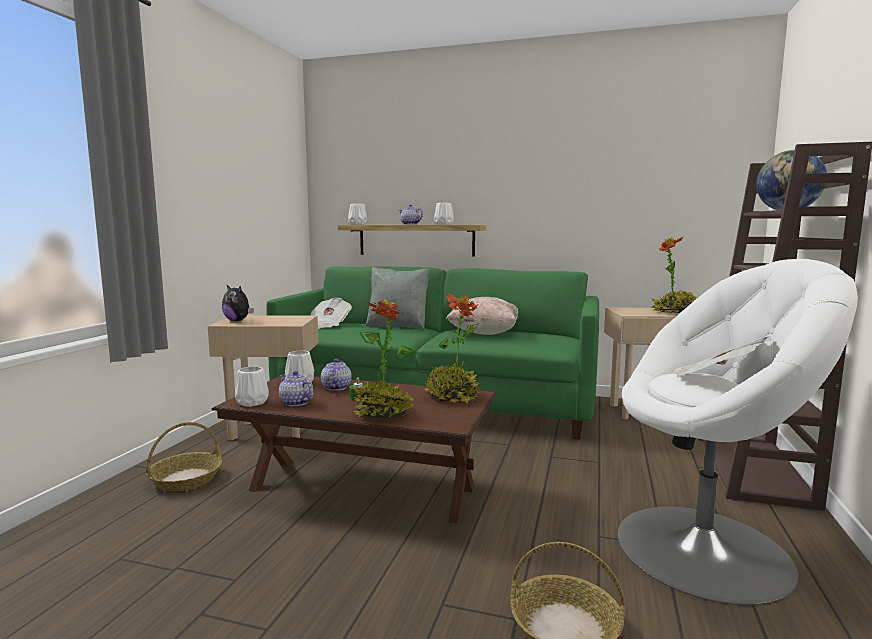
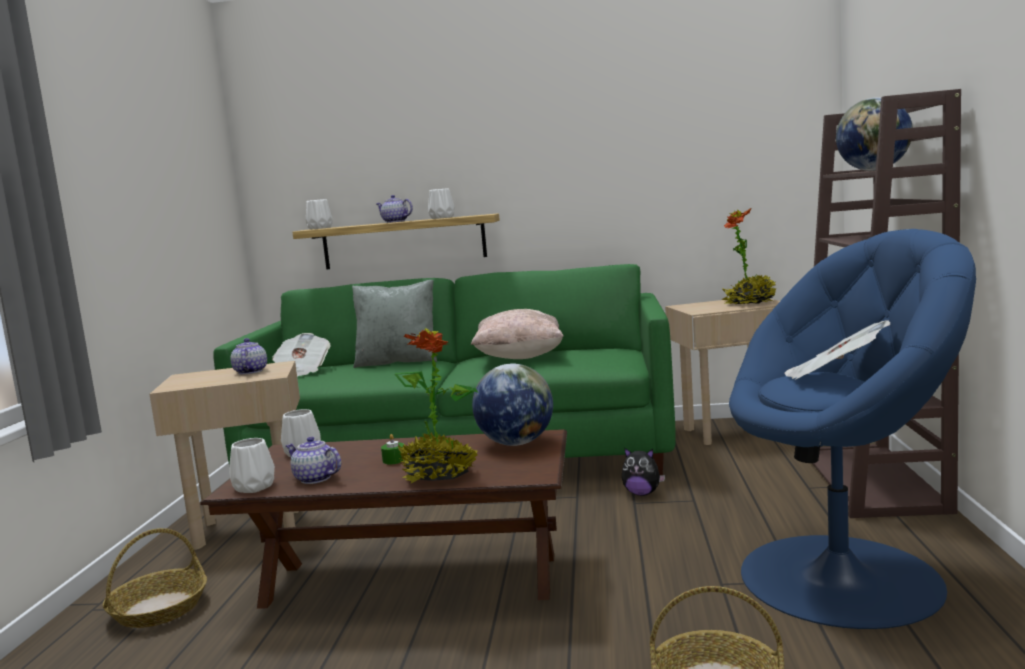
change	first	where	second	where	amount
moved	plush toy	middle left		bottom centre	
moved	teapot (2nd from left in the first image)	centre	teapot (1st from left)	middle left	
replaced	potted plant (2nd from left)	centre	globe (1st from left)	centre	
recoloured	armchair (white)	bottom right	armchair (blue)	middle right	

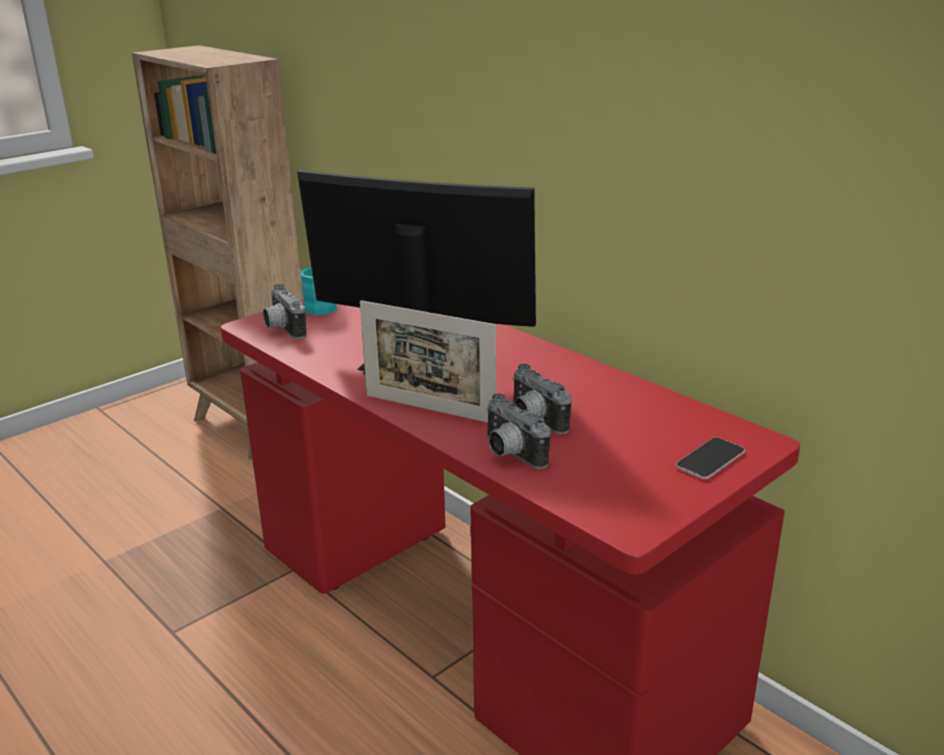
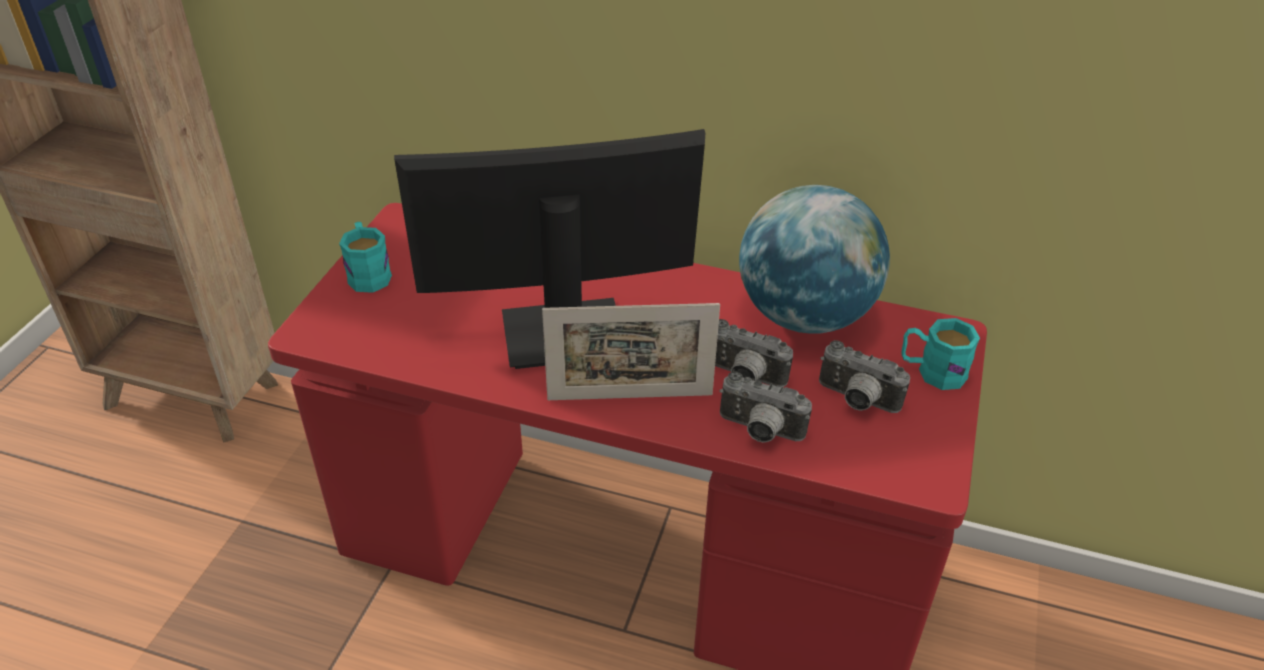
change	first	where	second	where	amount
moved	photo camera (1st from left in the first image)	middle left	photo camera (3rd from left)	middle right	
replaced	phone	middle right	mug (turquoise) (2nd from left)	middle right	
added			globe	centre	

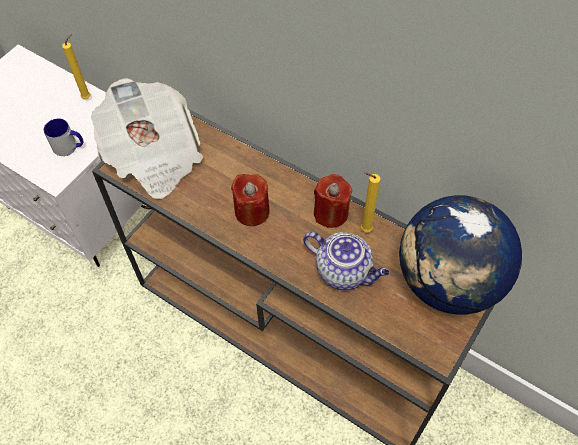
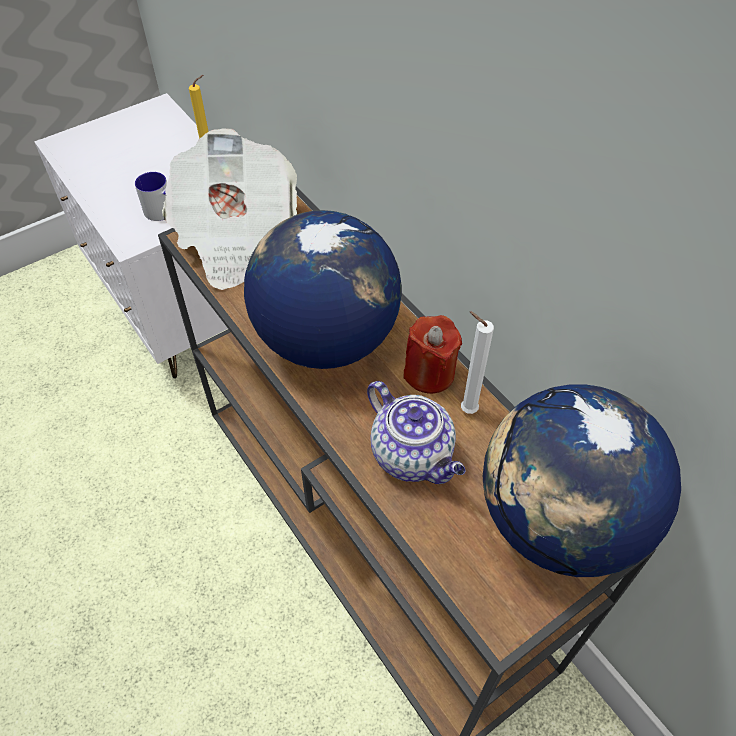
change	first	where	second	where	amount
replaced	candle (red) (1st from left)	centre	globe (1st from left)	centre	
recoloured	candle (yellow) (2nd from left)	centre	candle (white)	centre	

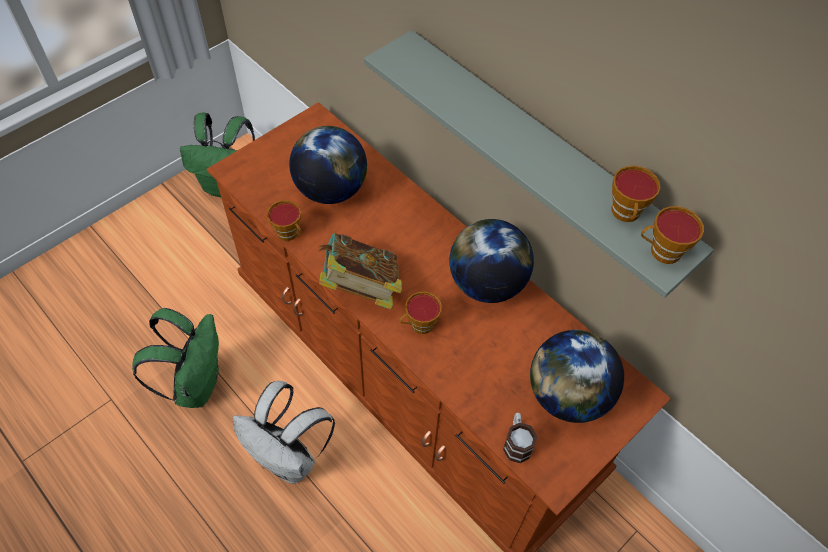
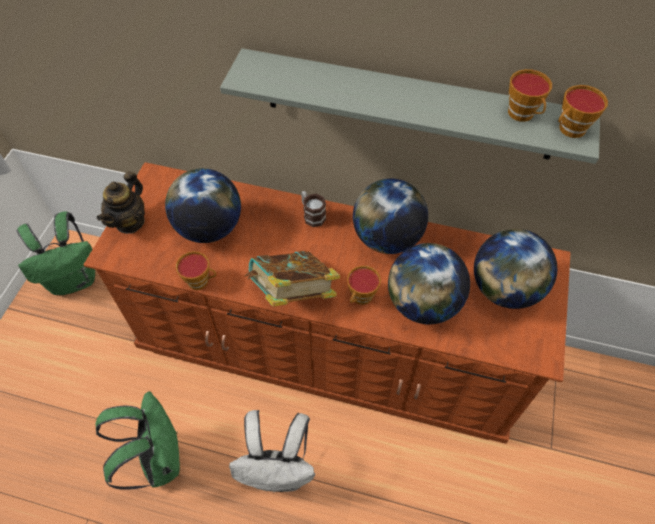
change	first	where	second	where	amount
moved	mug	bottom centre		centre	
added			teapot	middle left	
added			globe (3rd from left)	centre	

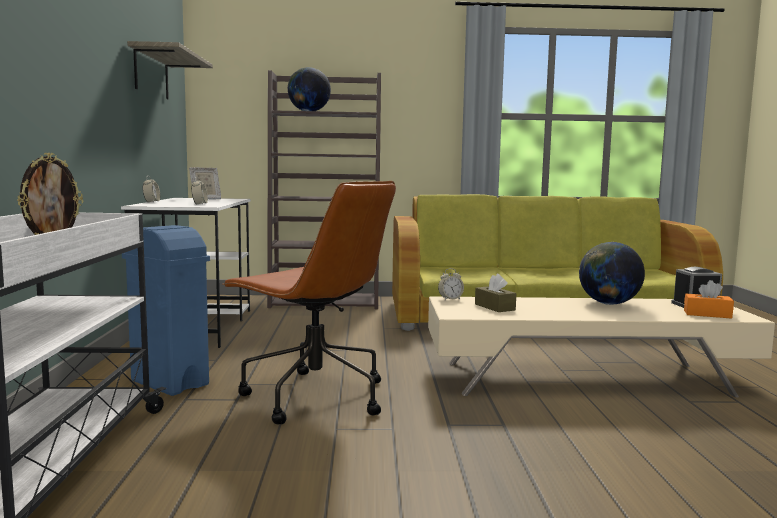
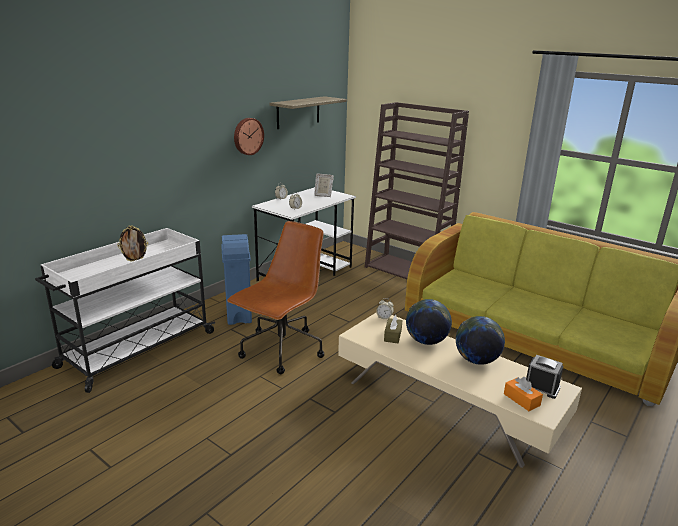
change	first	where	second	where	amount
turned	office chair (brown)	centre		centre	135 degrees counterclockwise
moved	globe (1st from left)	top centre		centre	
added			wall clock	top centre	

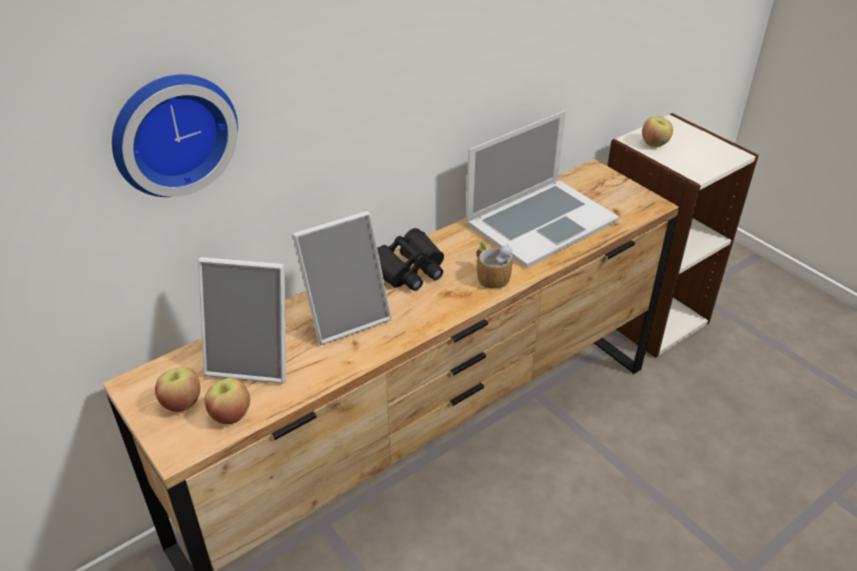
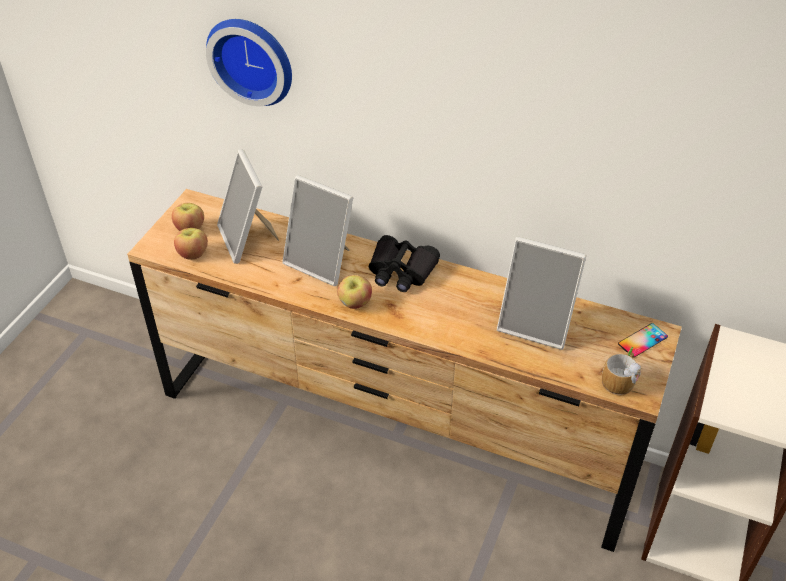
change	first	where	second	where	amount
replaced	laptop	top centre	picture frame (3rd from left)	middle right	
moved	mug	centre		middle right	
moved	apple (3rd from left)	top right		centre	
added			phone	middle right	

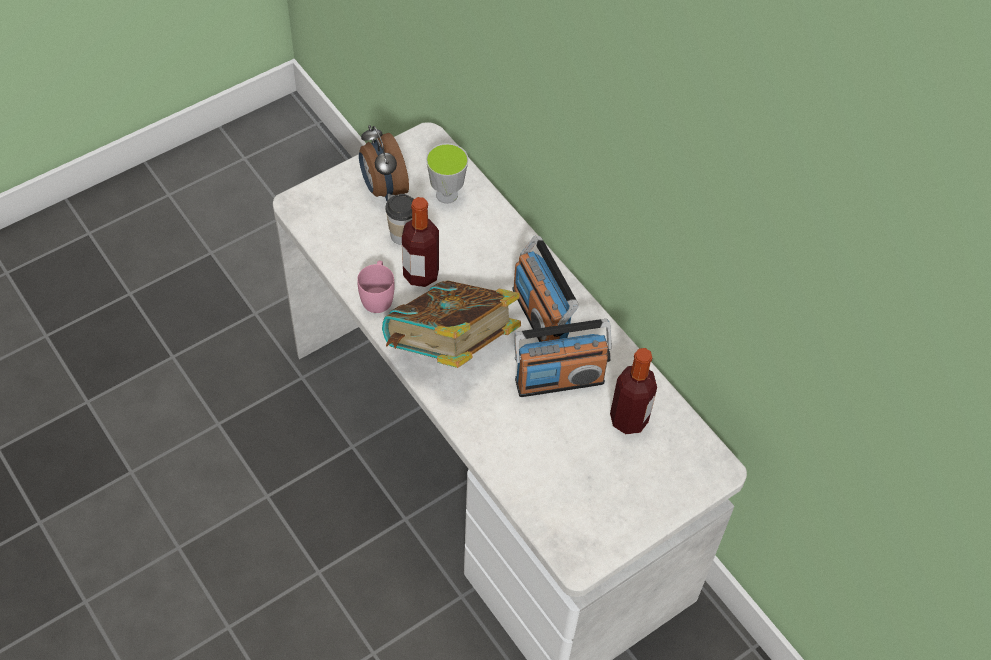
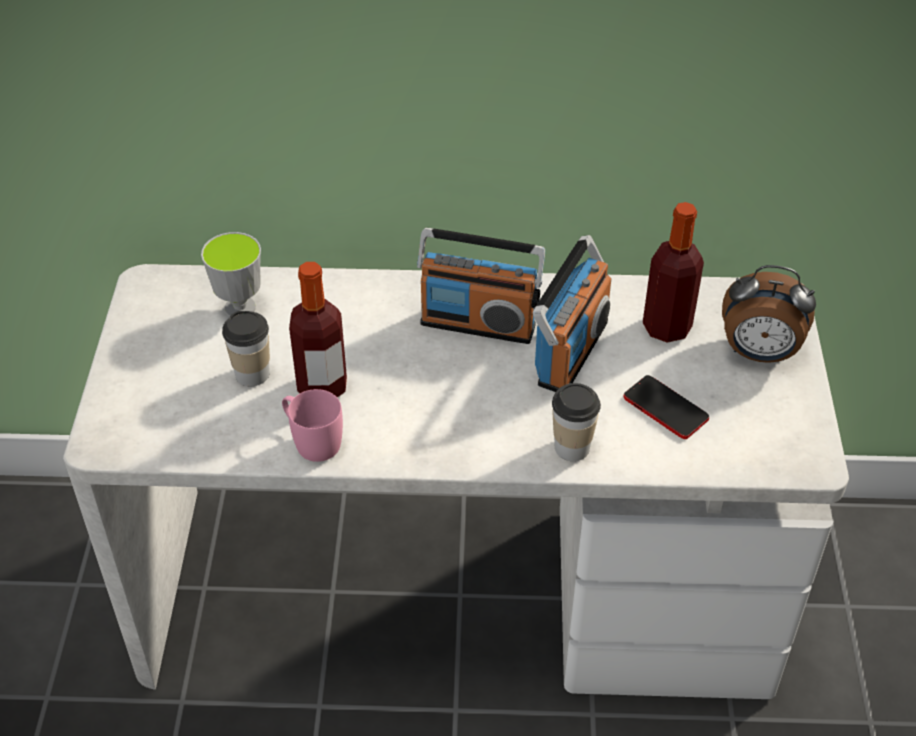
change	first	where	second	where	amount
moved	alarm clock	top centre		middle right	
removed	book	centre			
added			cup (3rd from left)	centre	
added			phone	middle right	

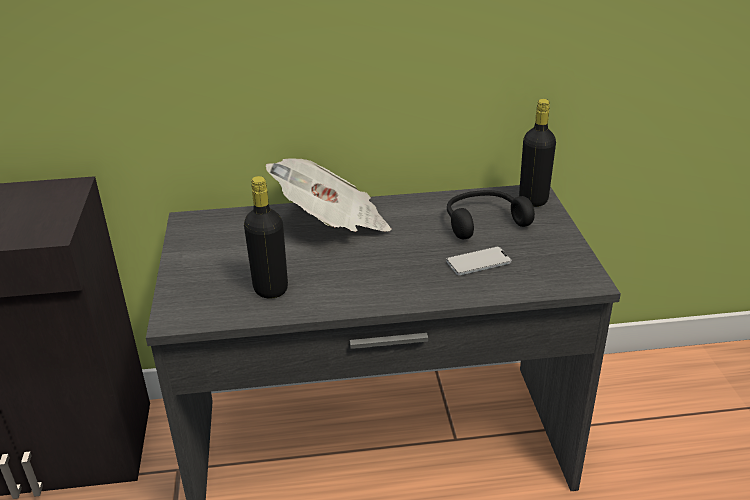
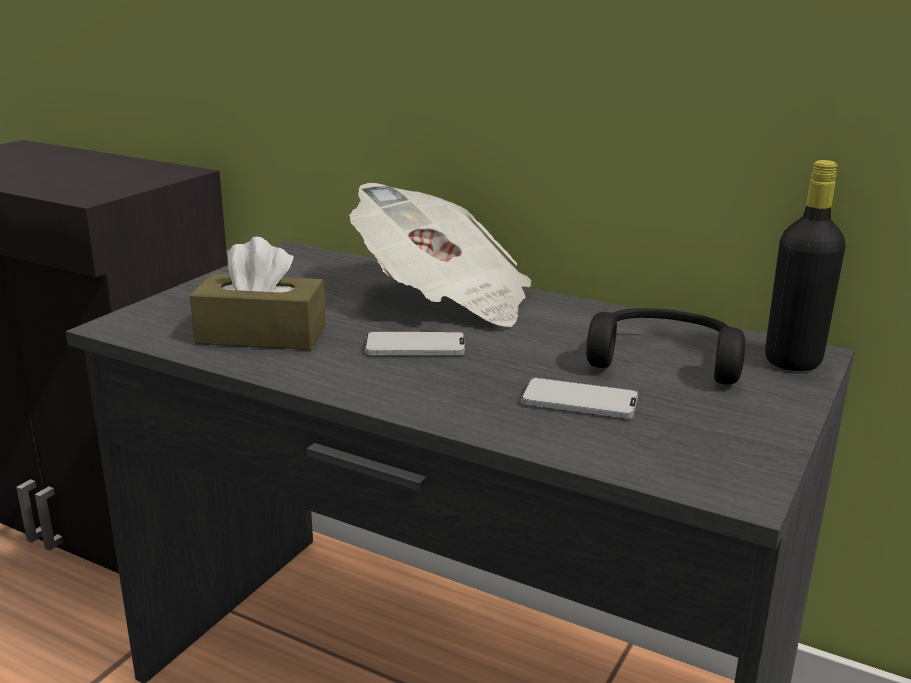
change	first	where	second	where	amount
replaced	bottle (black) (1st from left)	centre	tissue box (brown)	middle left	
added			phone (1st from left)	centre	

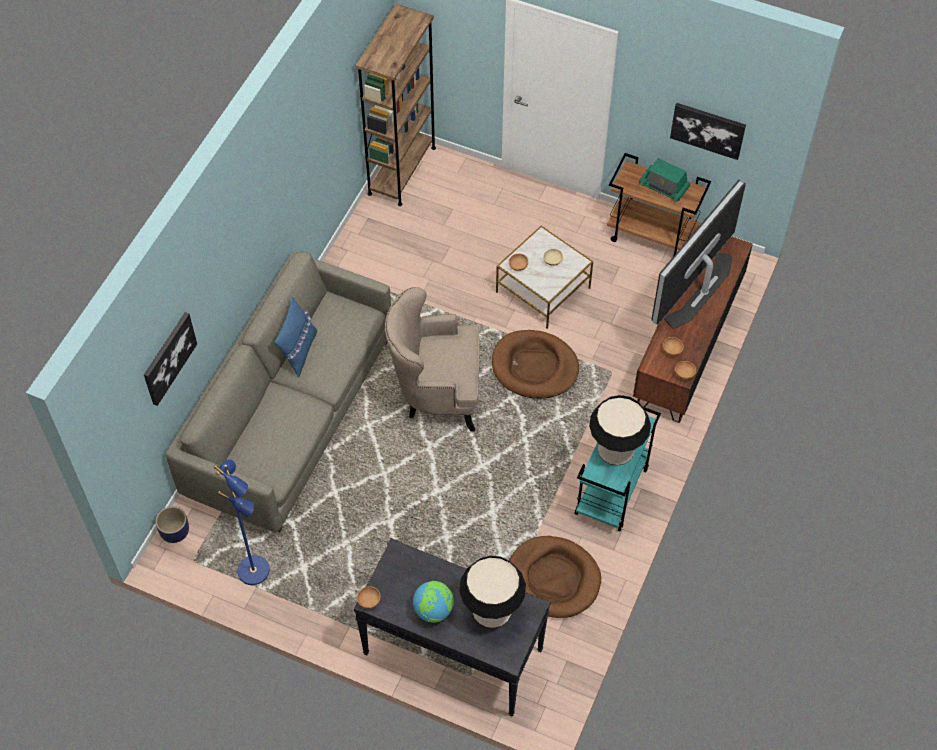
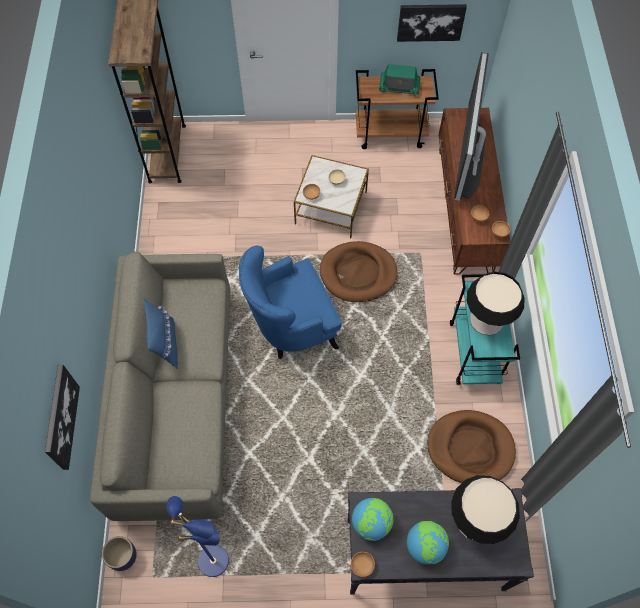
change	first	where	second	where	amount
recoloured	armchair (beige)	centre	armchair (blue)	centre	
added			globe (1st from left)	bottom centre	

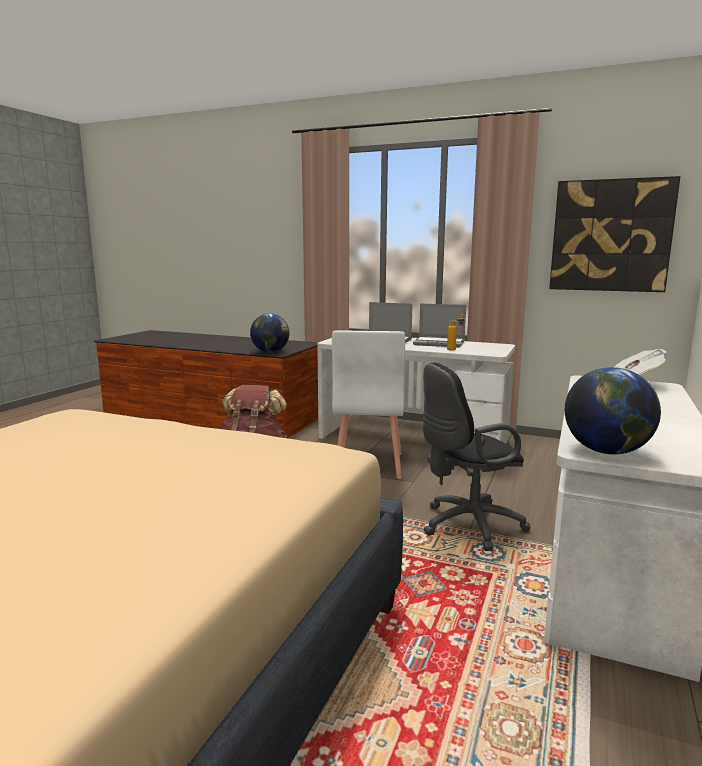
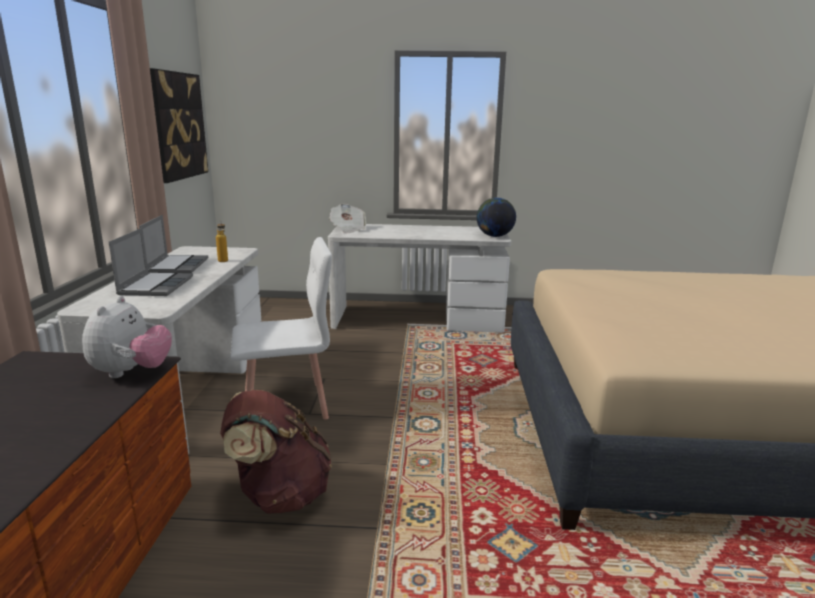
change	first	where	second	where	amount
replaced	globe (1st from left)	centre	plush toy	middle left	
removed	office chair (black)	middle right			

